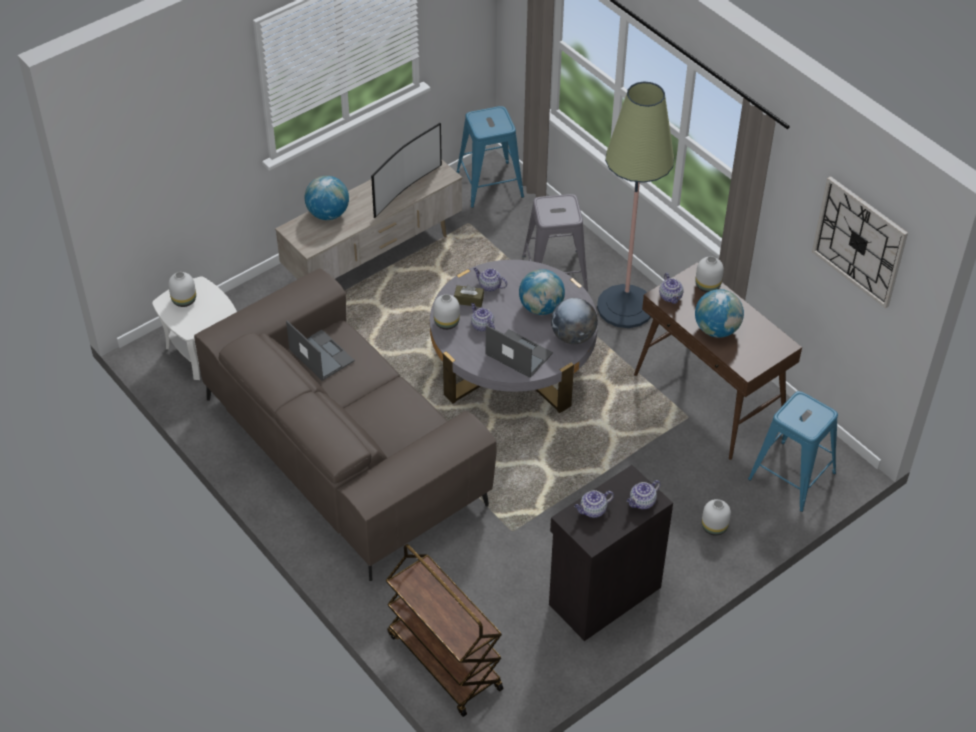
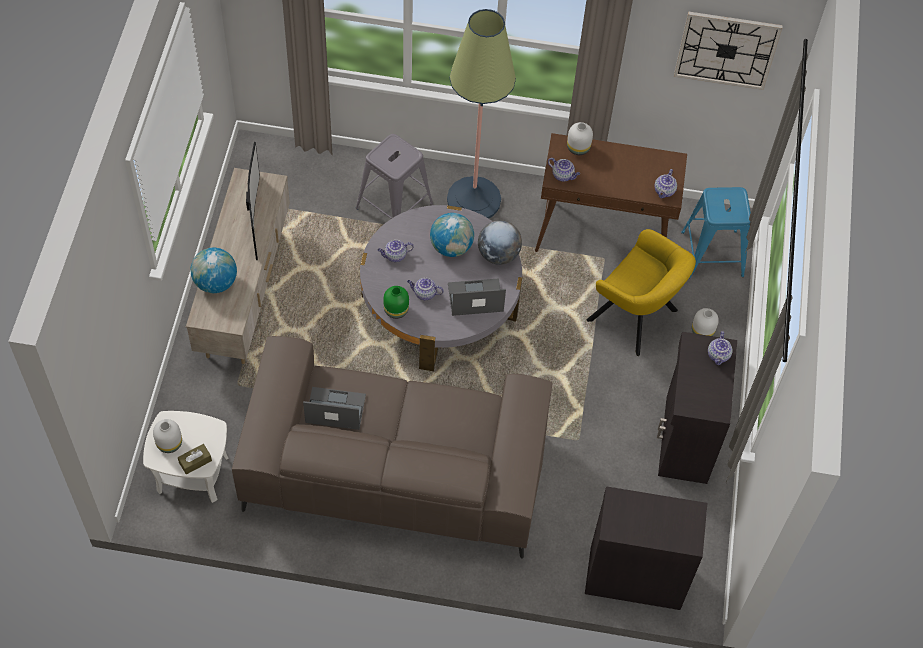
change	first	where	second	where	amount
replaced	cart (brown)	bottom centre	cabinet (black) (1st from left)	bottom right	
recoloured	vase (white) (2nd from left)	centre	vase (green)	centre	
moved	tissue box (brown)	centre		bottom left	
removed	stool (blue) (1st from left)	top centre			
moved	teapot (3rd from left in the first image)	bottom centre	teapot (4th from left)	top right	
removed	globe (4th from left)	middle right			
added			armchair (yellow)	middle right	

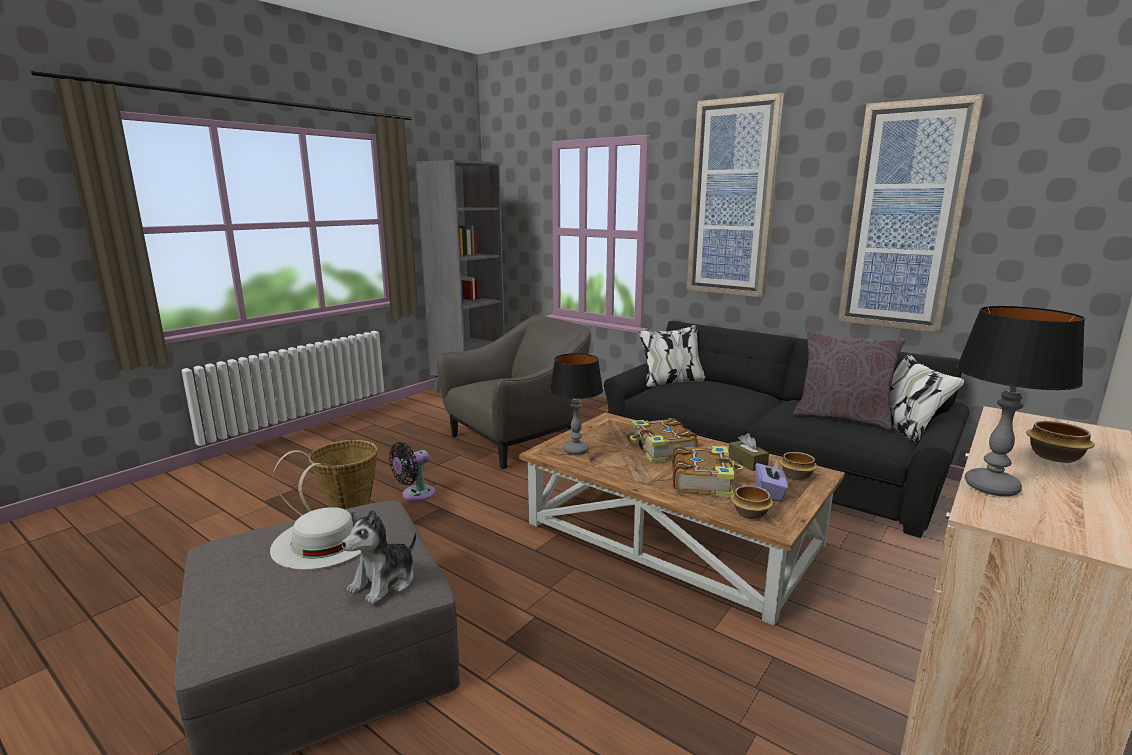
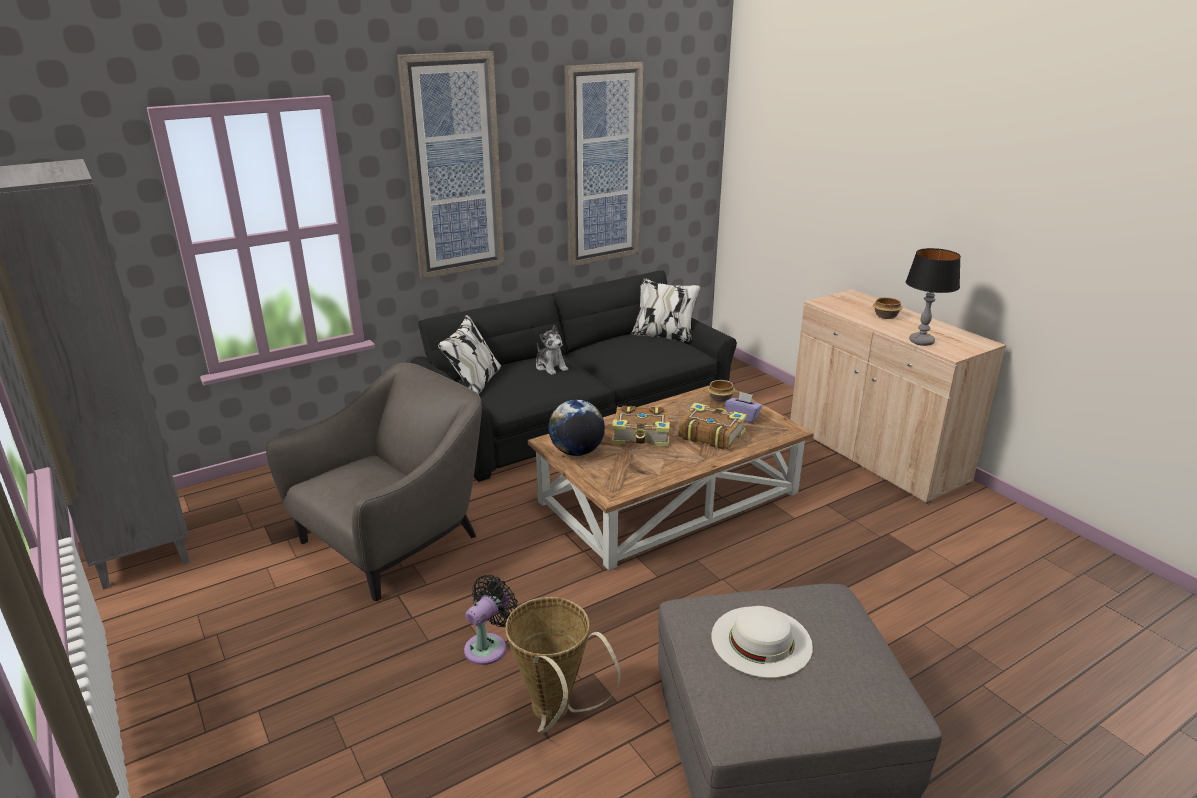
change	first	where	second	where	amount
moved	plush toy	bottom centre		centre	
turned	fan (black)	centre		bottom centre	120 degrees counterclockwise
turned	armchair (grey)	centre		middle left	60 degrees clockwise
removed	table lamp (1st from left)	centre			
removed	tissue box (brown)	centre			
removed	bowl (1st from left)	centre			
removed	pillow (grey)	middle right			
added			globe	centre	

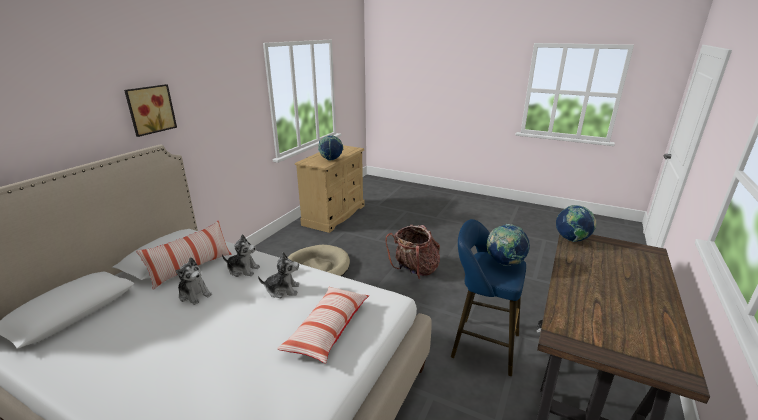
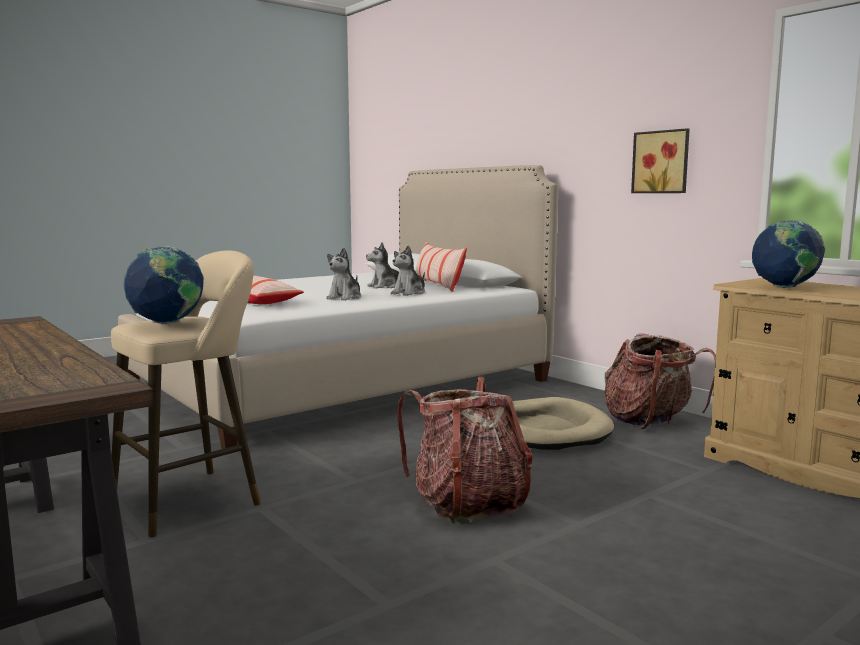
change	first	where	second	where	amount
moved	picture	top left		top right	
recoloured	stool (blue)	bottom centre	stool (beige)	middle left	
removed	globe (3rd from left)	middle right			
added			backpack (2nd from left)	middle right	

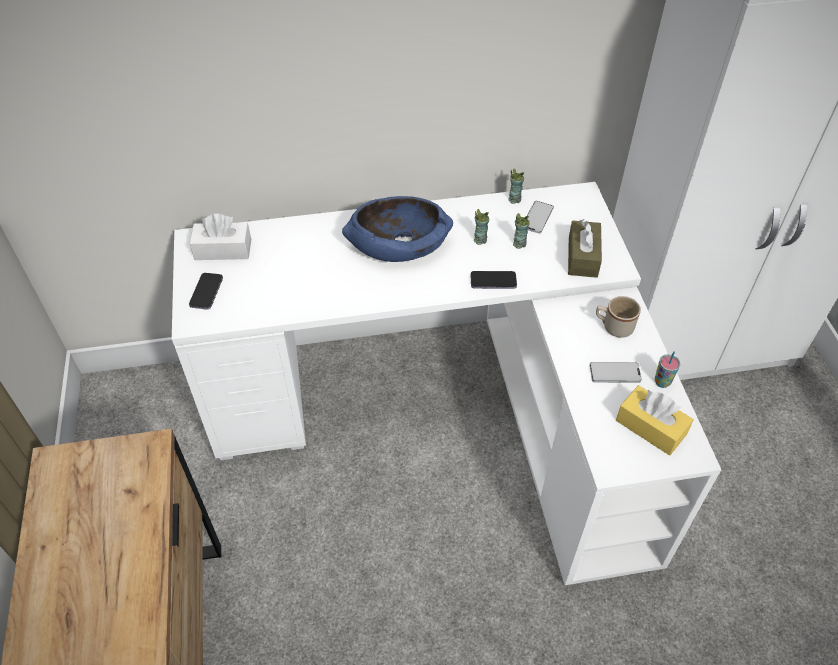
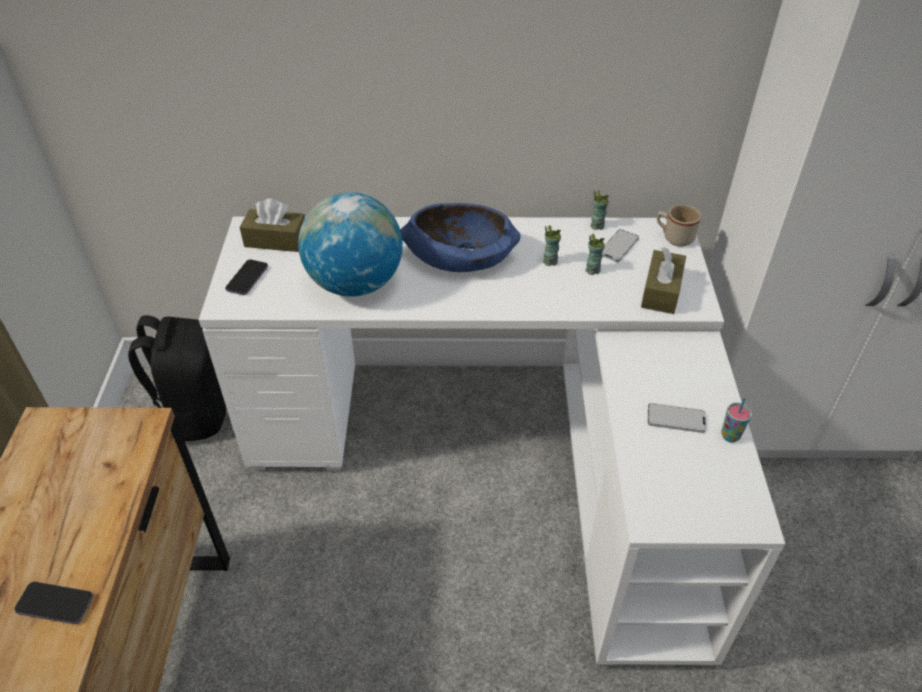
change	first	where	second	where	amount
recoloured	tissue box (white)	middle left	tissue box (brown) (1st from left)	top left	
moved	phone (2nd from left in the first image)	centre	phone (1st from left)	bottom left	
moved	mug (beige)	middle right		top right	
removed	tissue box (yellow)	middle right			
added			backpack (black)	middle left	
added			globe	centre	

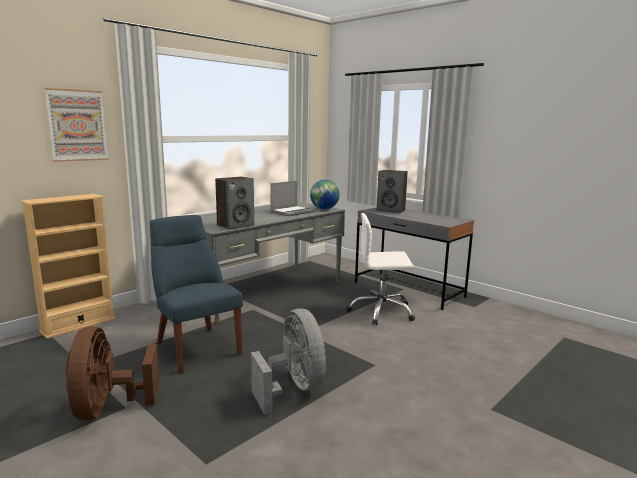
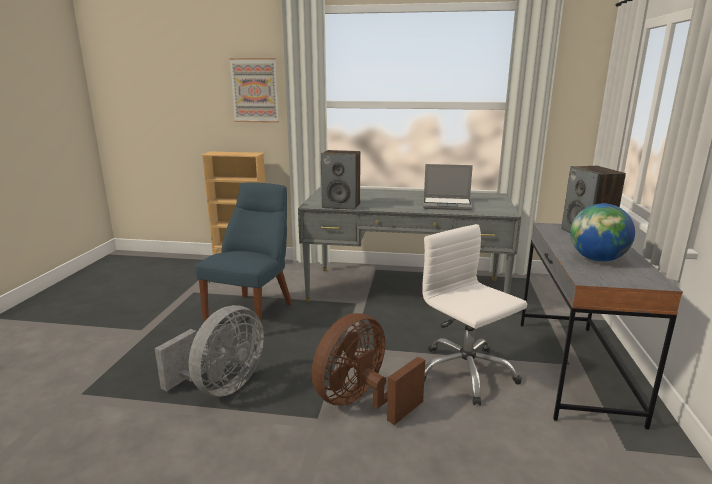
change	first	where	second	where	amount
moved	fan (brown)	bottom left		bottom centre	
moved	globe	centre		middle right	

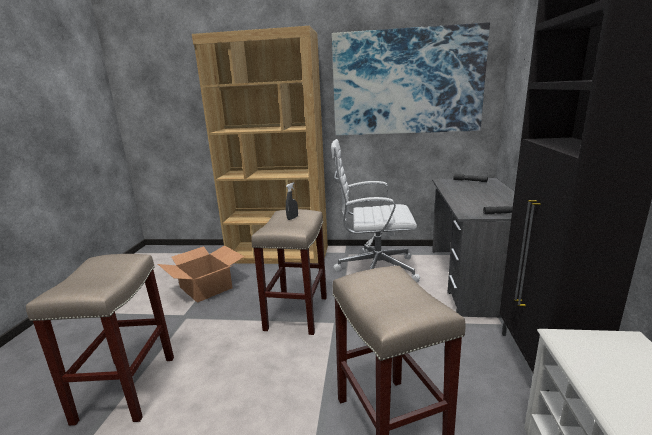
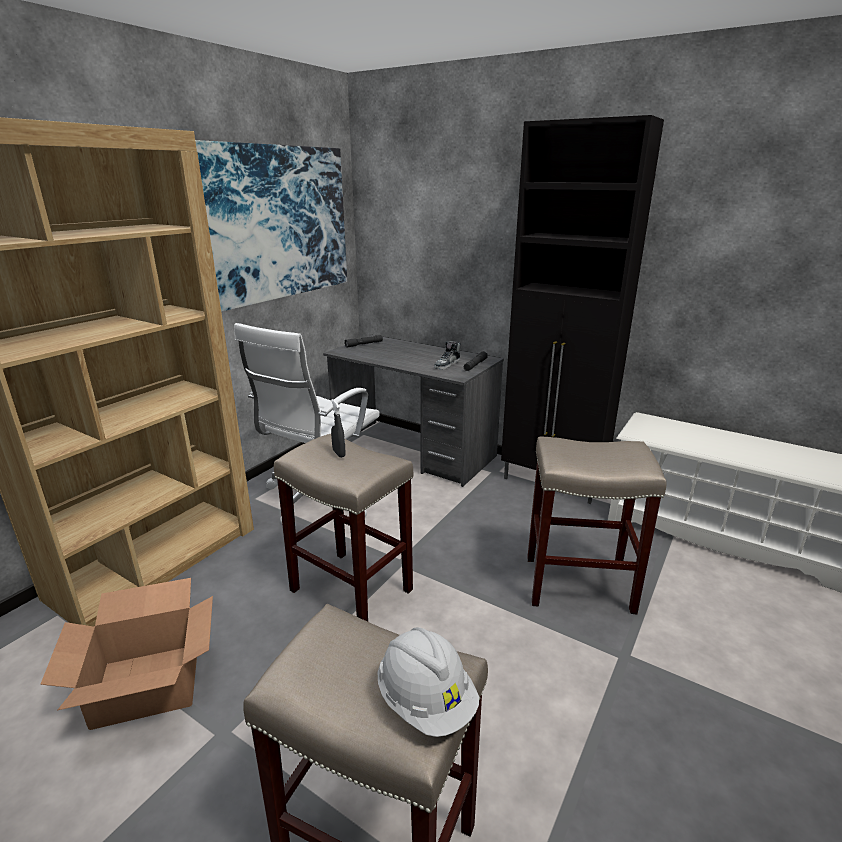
change	first	where	second	where	amount
added			hard hat (white)	bottom centre	
added			shoe	centre	

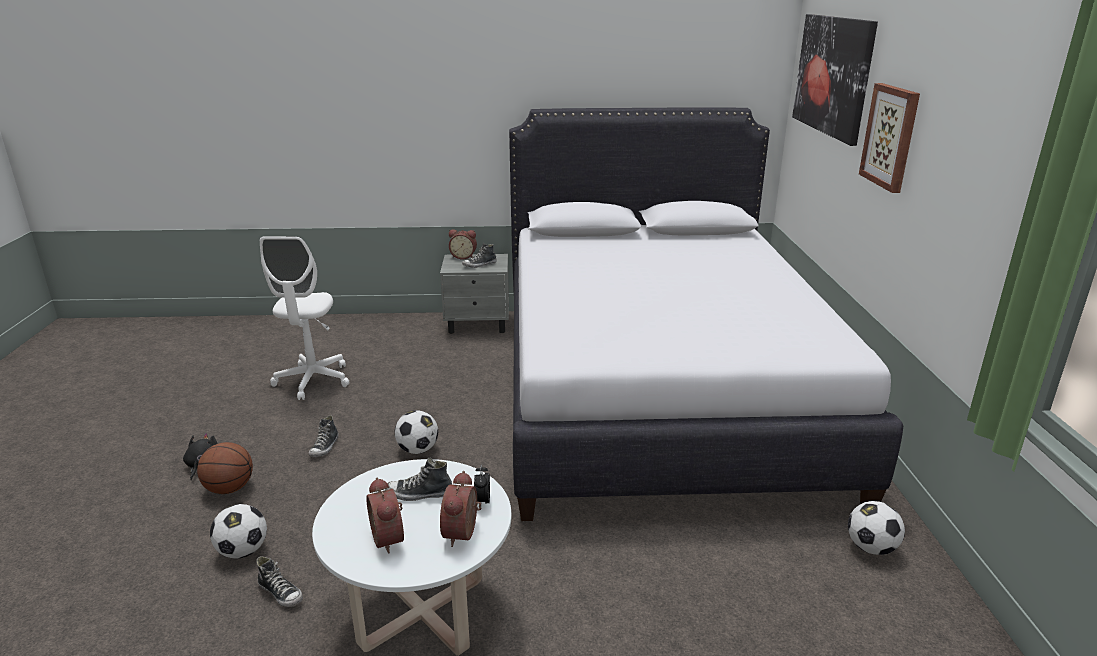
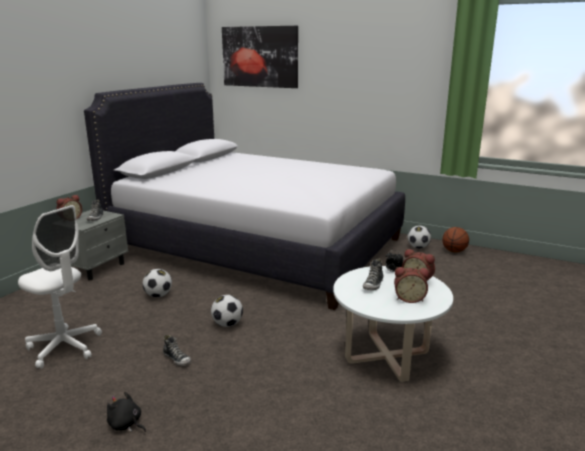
change	first	where	second	where	amount
moved	basketball	bottom left		middle right	
moved	football (1st from left)	bottom left		middle left	
removed	shoe (1st from left)	bottom left			
removed	picture (2nd from left)	top right			

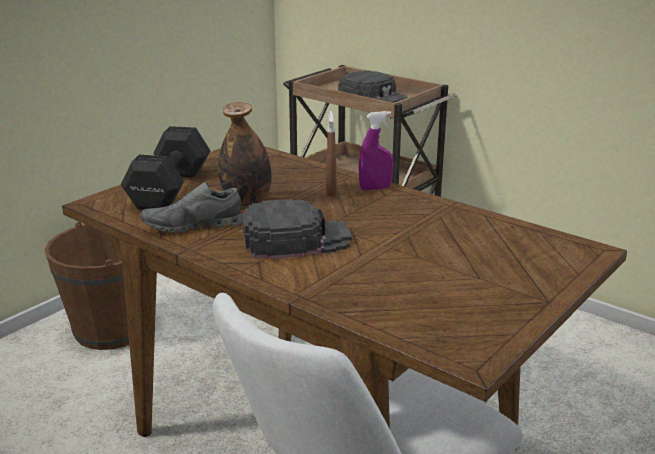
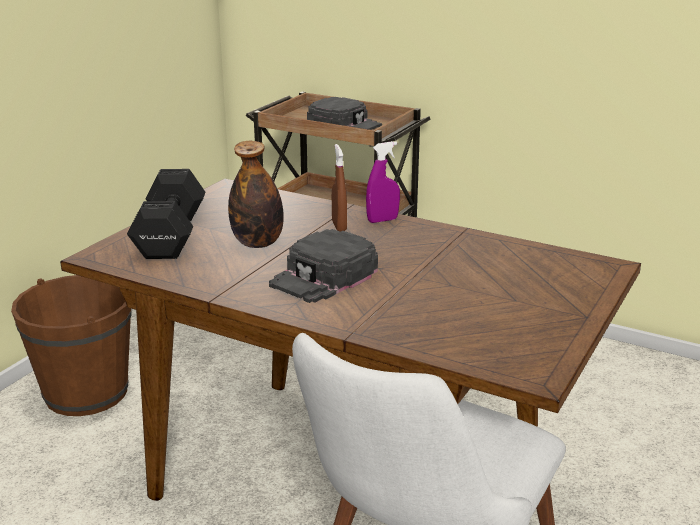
change	first	where	second	where	amount
removed	shoe (grey)	middle left			
turned	cap (black) (1st from left)	centre		centre	150 degrees clockwise

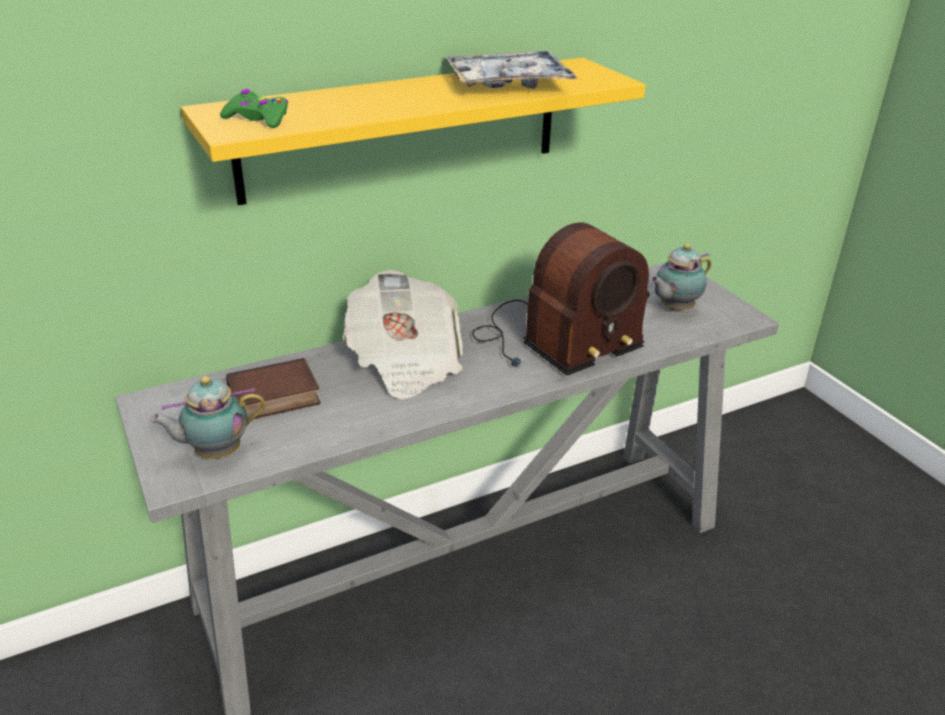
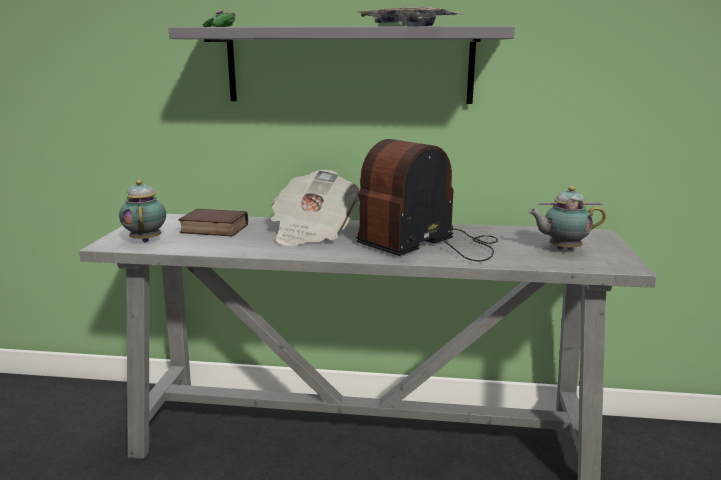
change	first	where	second	where	amount
turned	teapot (1st from left)	middle left		middle left	60 degrees clockwise
recoloured	shelf (yellow)	top centre	shelf (grey)	top centre	
turned	radio	centre		centre	135 degrees clockwise

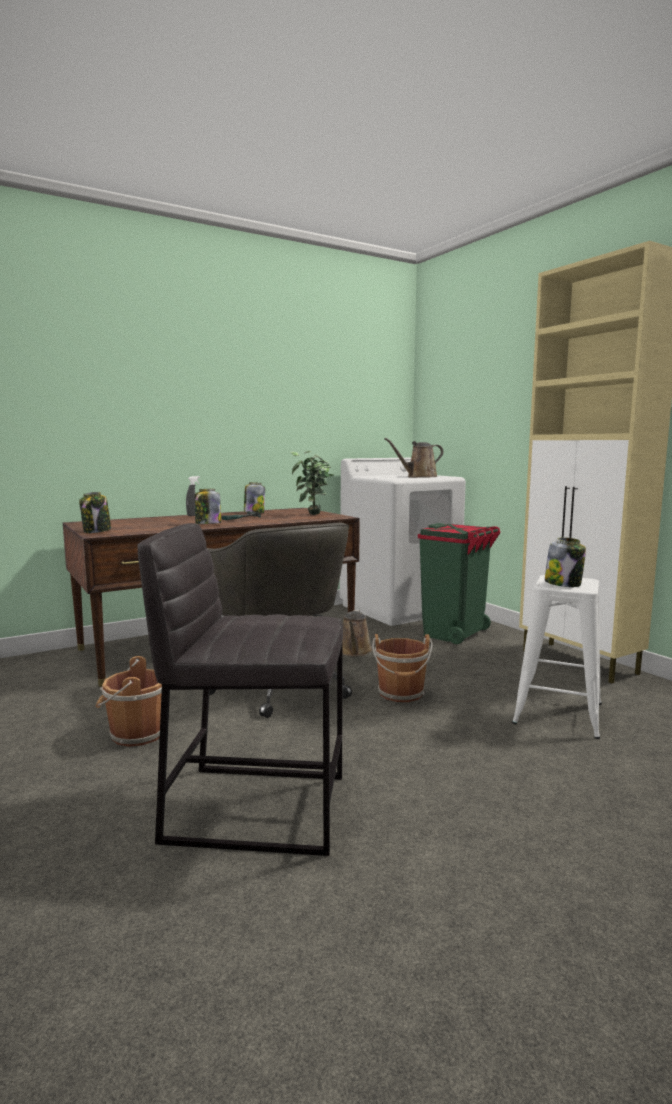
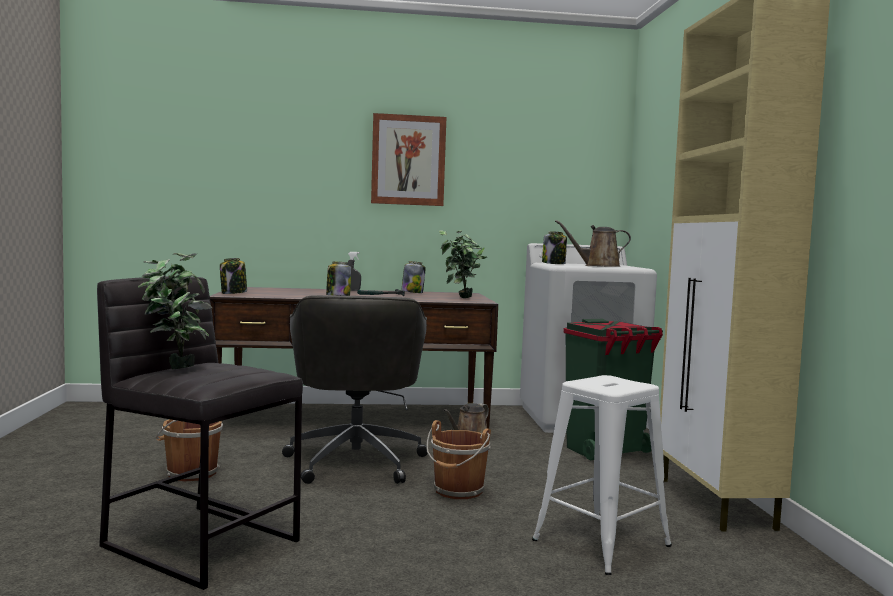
change	first	where	second	where	amount
moved	jar (4th from left)	middle right		centre	
added			potted plant (1st from left)	middle left	
added			picture	top centre	

